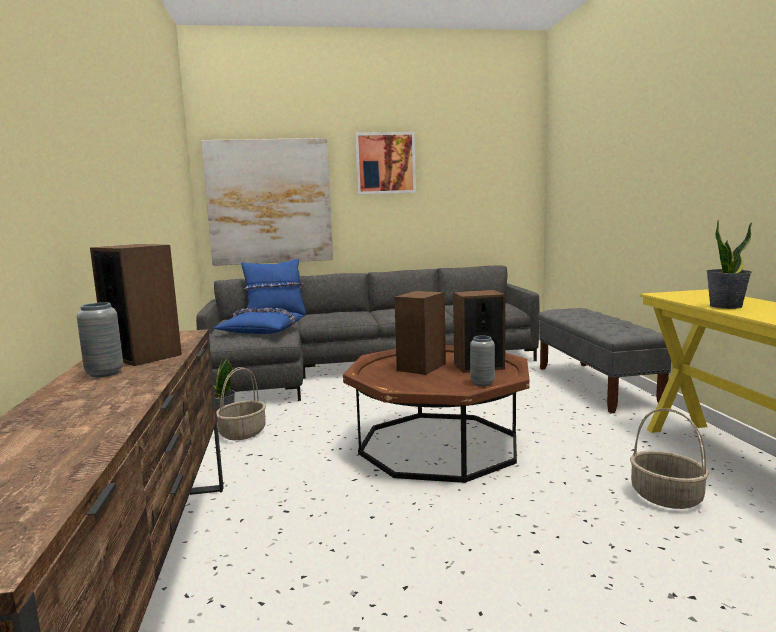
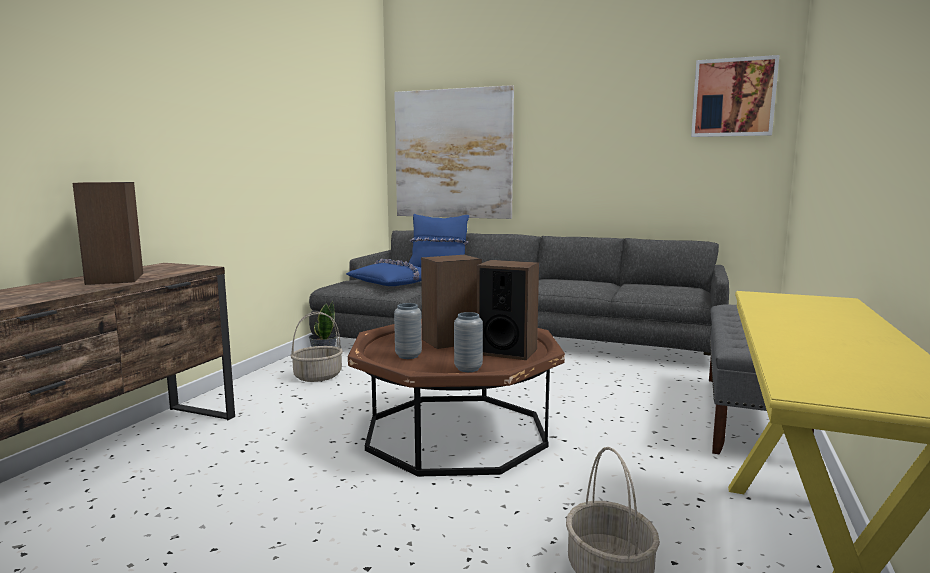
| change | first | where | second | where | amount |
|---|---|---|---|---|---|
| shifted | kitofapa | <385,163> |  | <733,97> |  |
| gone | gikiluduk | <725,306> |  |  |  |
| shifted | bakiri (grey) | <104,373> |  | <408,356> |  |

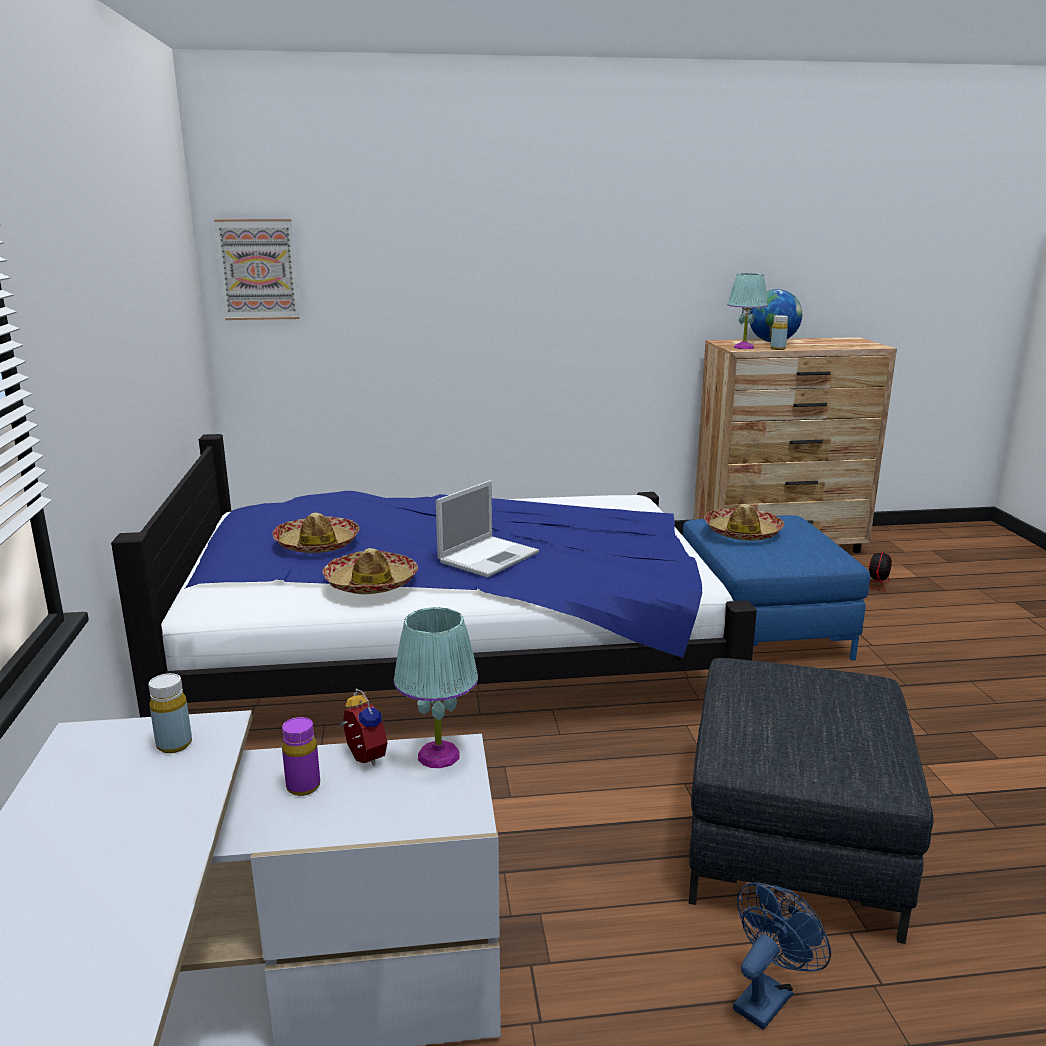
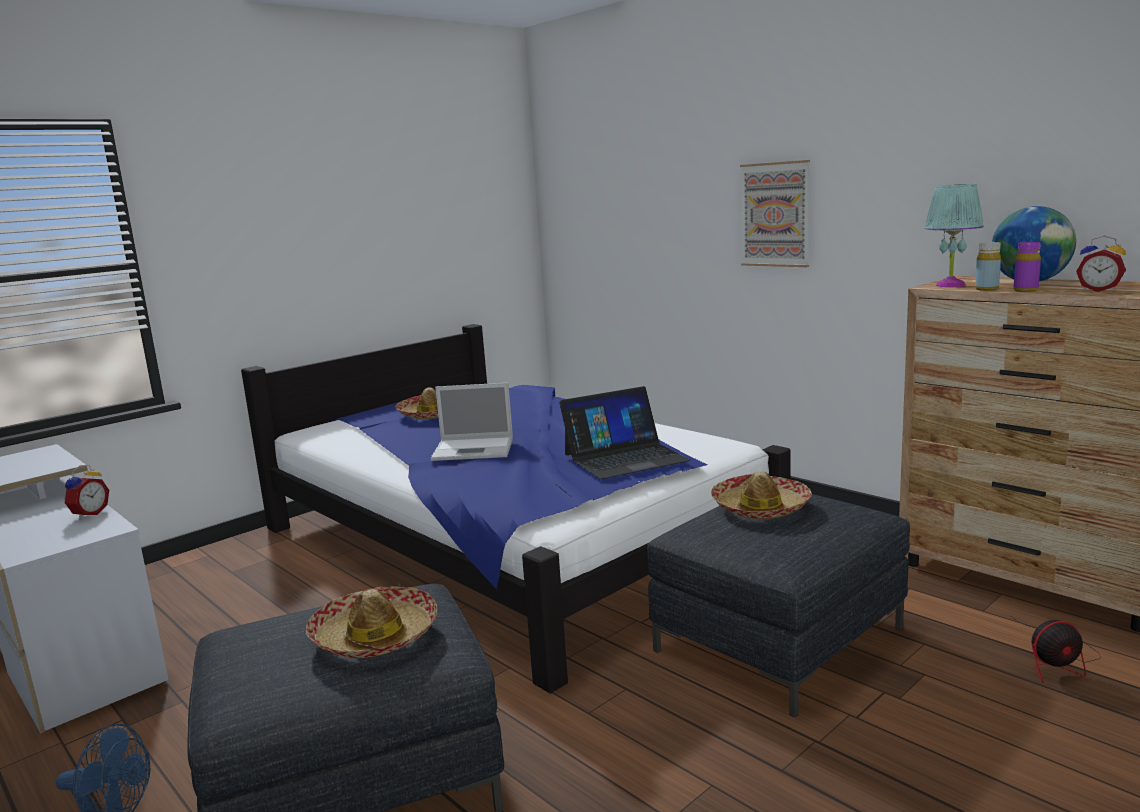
| change | first | where | second | where | amount |
|---|---|---|---|---|---|
| shifted | kitofapa | <258,270> |  | <775,214> |  |
| repainted | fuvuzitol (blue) | <761,627> | fuvuzitol (grey) | <778,638> |  |
| shifted | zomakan | <371,583> |  | <374,636> |  |
| gone | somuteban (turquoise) | <438,756> |  |  |  |
| gone | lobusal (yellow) | <174,744> |  |  |  |
| shifted | lobusal (purple) | <303,787> |  | <1025,290> |  |
| new |  |  | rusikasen | <1099,290> |  |
| new |  |  | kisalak | <625,457> |  |

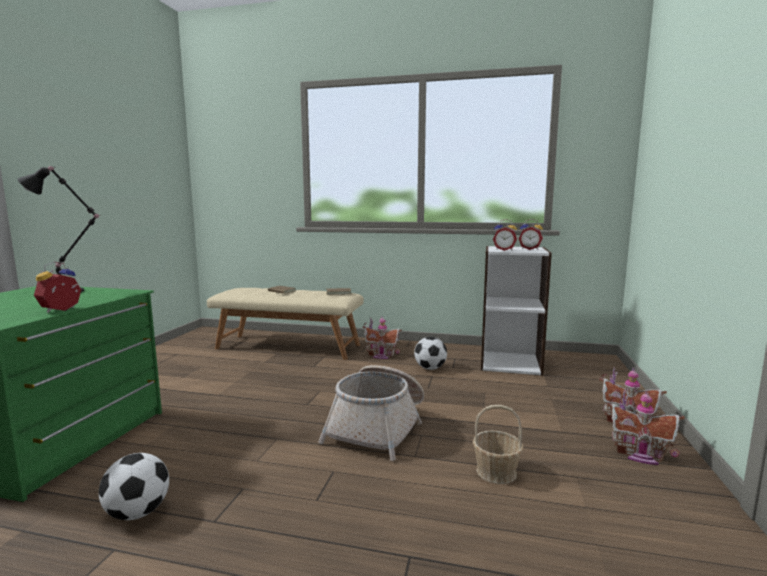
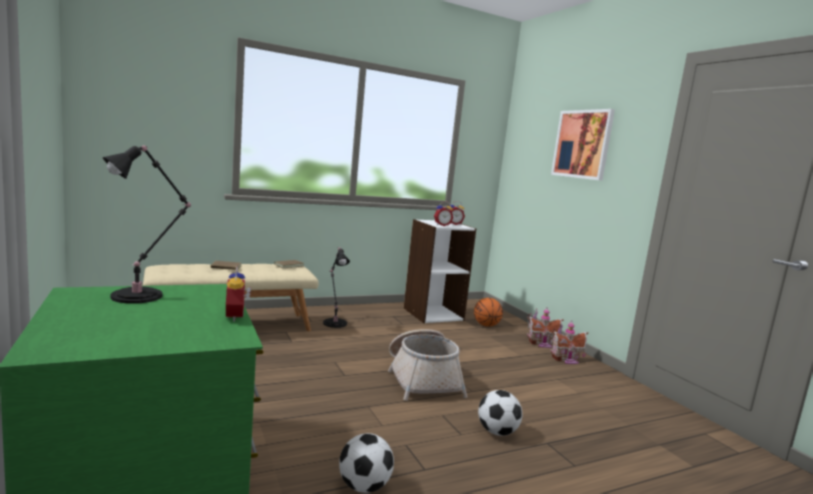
| change | first | where | second | where | amount |
|---|---|---|---|---|---|
| swapped | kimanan | <381,355> | somuteban (black) | <334,322> |  |
| shifted | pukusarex | <430,368> |  | <497,432> |  |
| gone | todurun | <496,472> |  |  |  |
| new |  |  | kitofapa | <582,144> |  |
| new |  |  | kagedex | <486,325> |  |

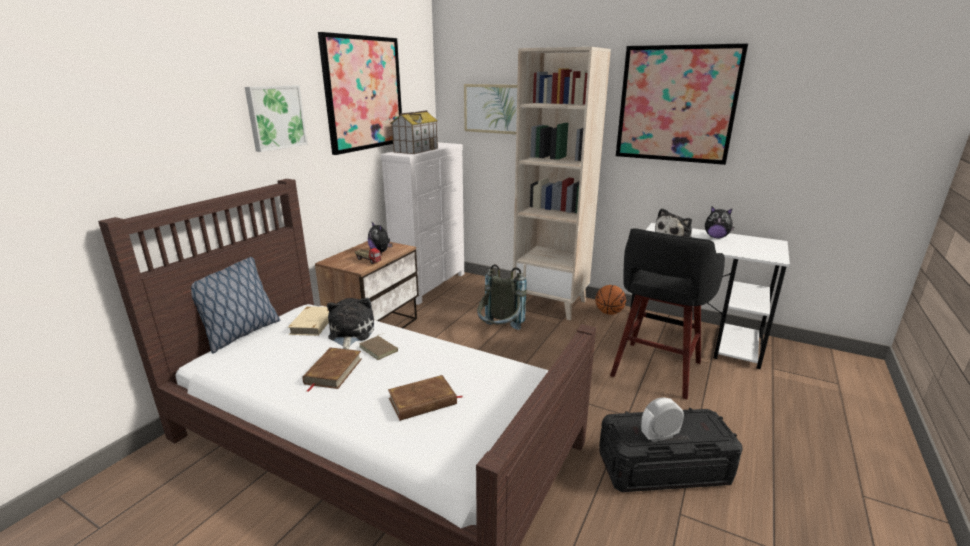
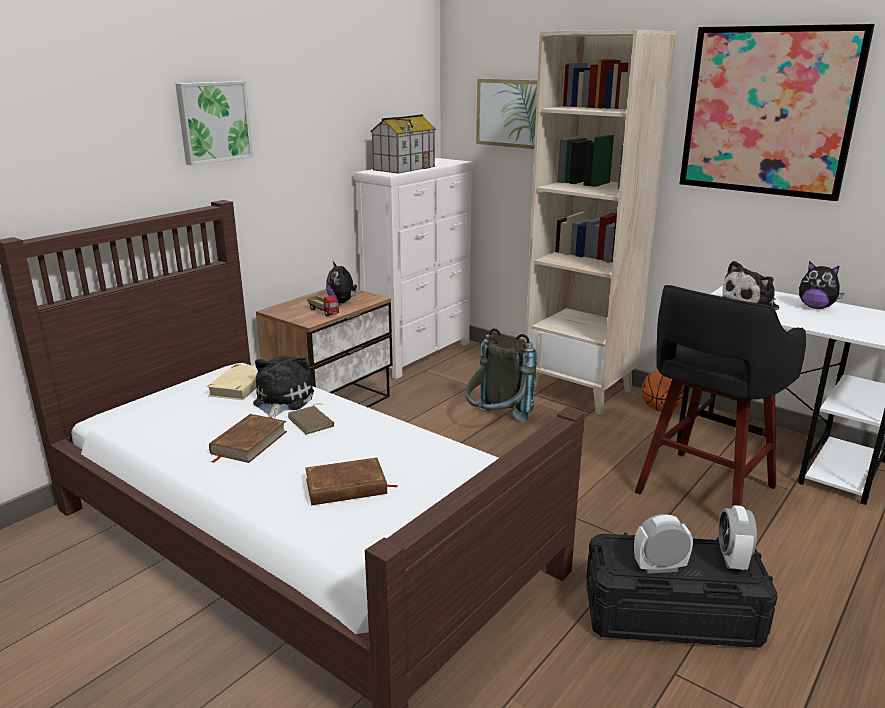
| change | first | where | second | where | amount |
|---|---|---|---|---|---|
| gone | kitofapa | <364,93> |  |  |  |
| gone | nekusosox | <240,334> |  |  |  |
| new |  |  | rusikasen | <732,559> |  |

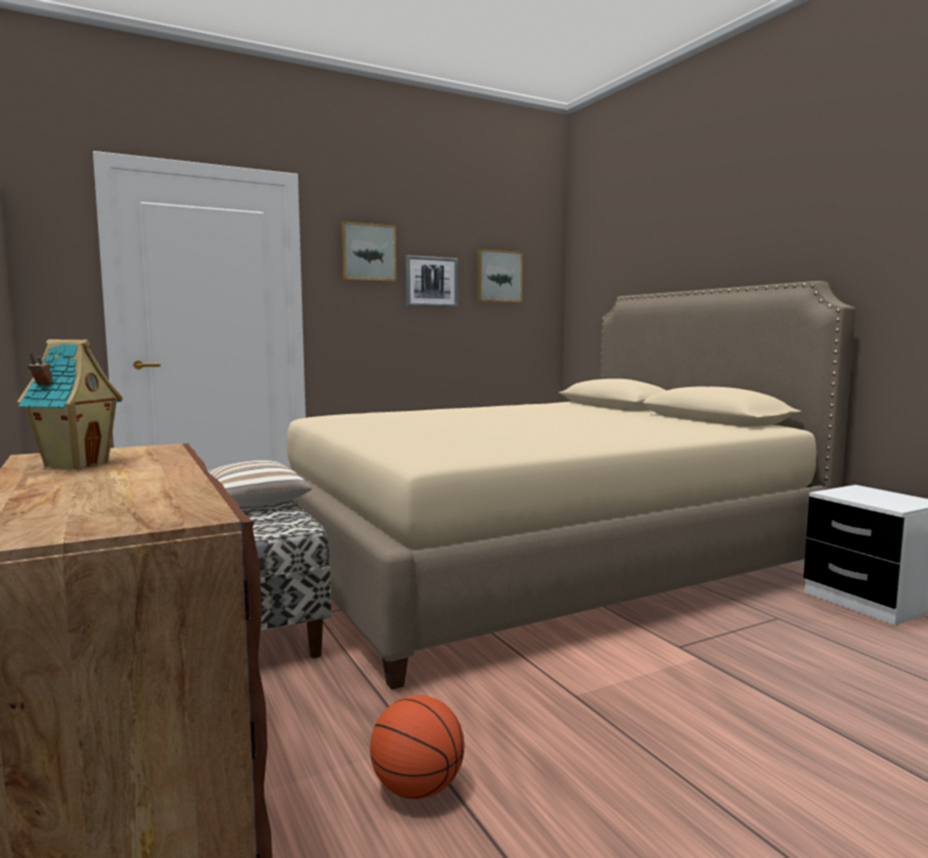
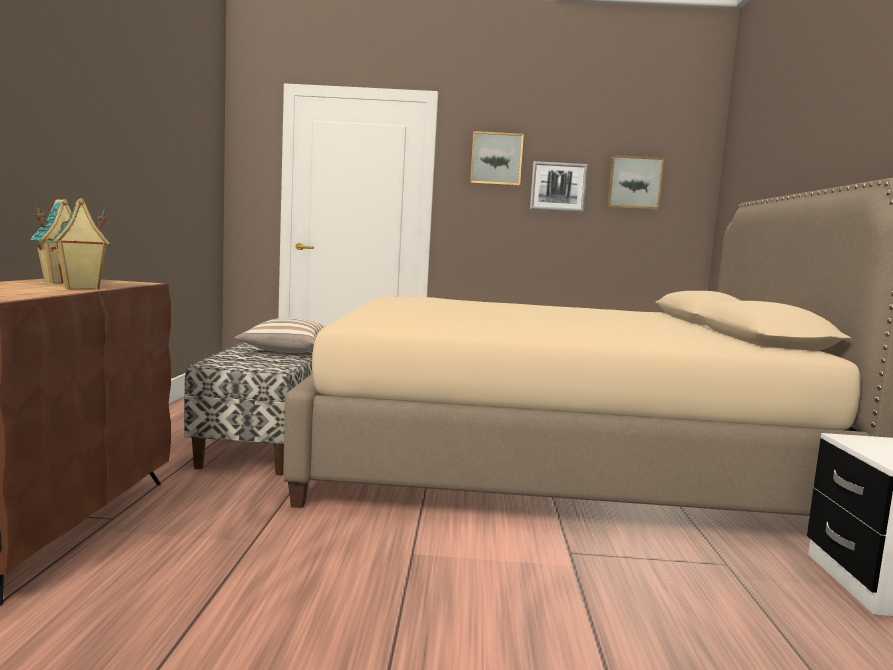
| change | first | where | second | where | amount |
|---|---|---|---|---|---|
| gone | kagedex | <417,789> |  |  |  |
| new |  |  | kimanan | <81,287> |  |

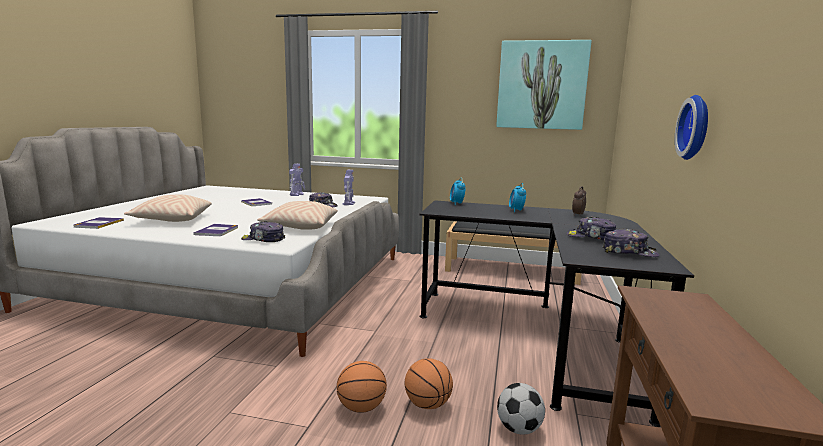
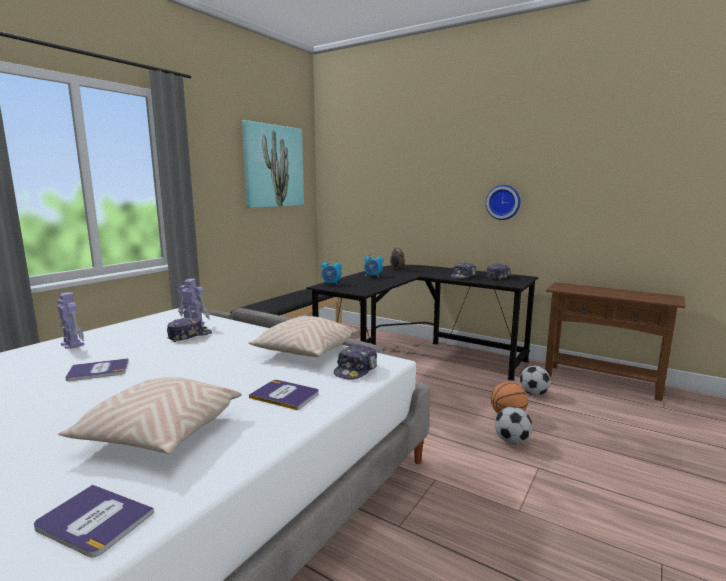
| change | first | where | second | where | amount |
|---|---|---|---|---|---|
| swapped | kagedex | <361,408> | pukusarex | <511,441> |  |

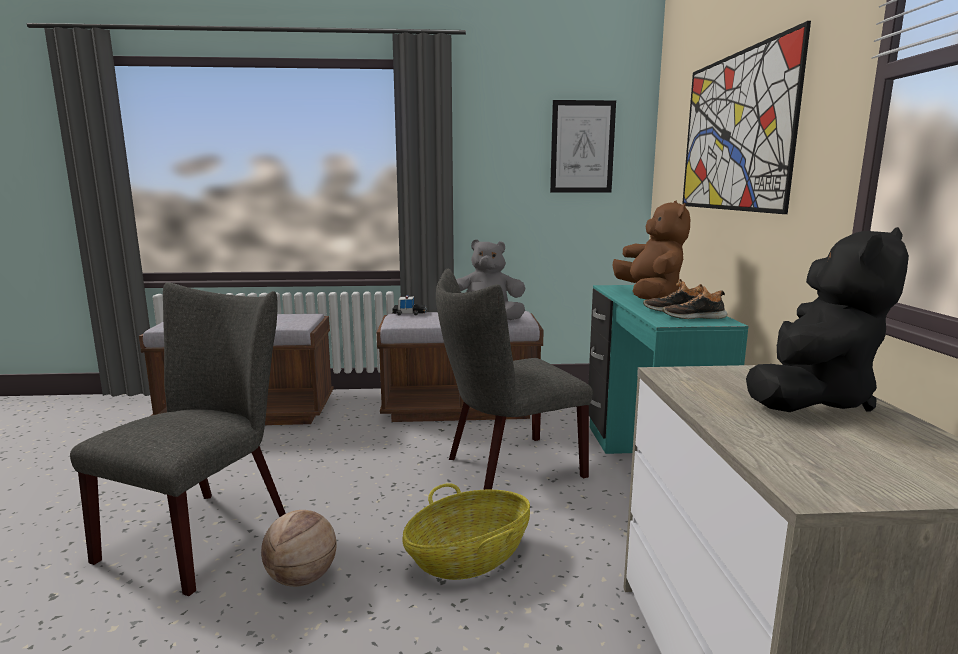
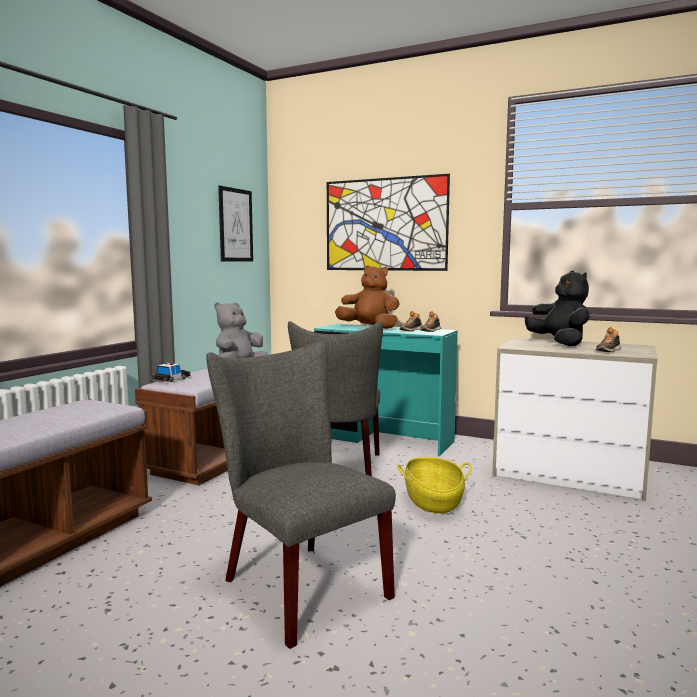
| change | first | where | second | where | amount |
|---|---|---|---|---|---|
| gone | kagedex | <302,578> |  |  |  |
| new |  |  | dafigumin | <608,350> |  |

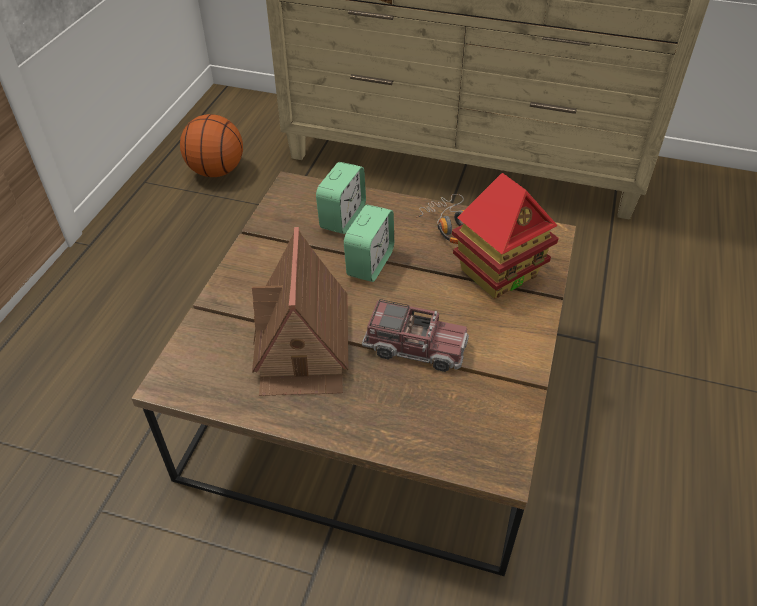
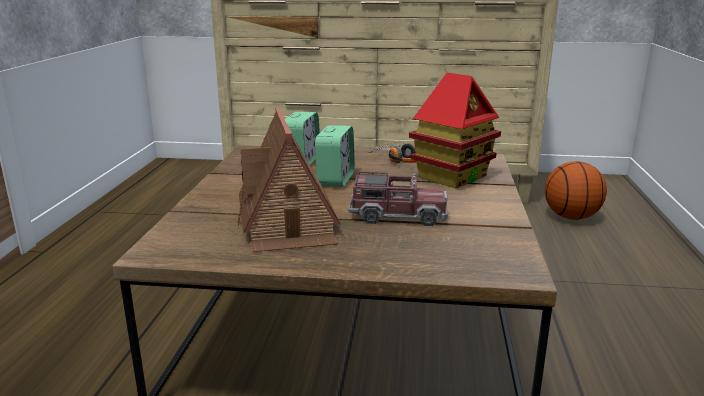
| change | first | where | second | where | amount |
|---|---|---|---|---|---|
| shifted | kagedex | <216,171> |  | <571,217> |  |

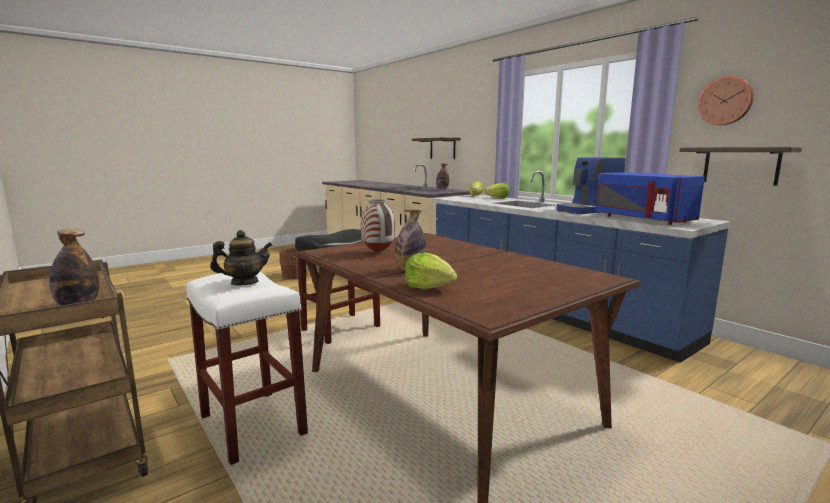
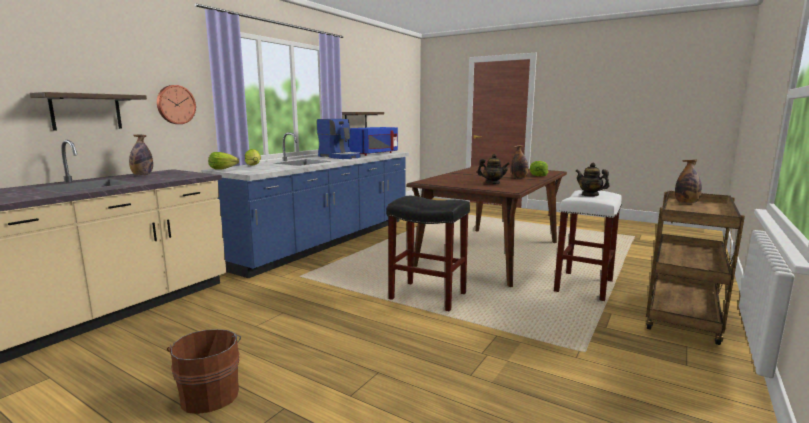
| change | first | where | second | where | amount |
|---|---|---|---|---|---|
| shifted | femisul | <725,101> |  | <175,104> |  |
| swapped | bakiri | <378,252> | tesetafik | <492,183> |  |

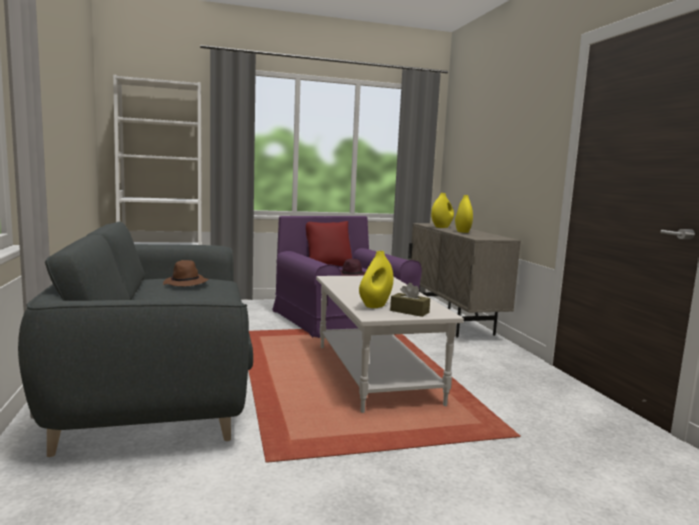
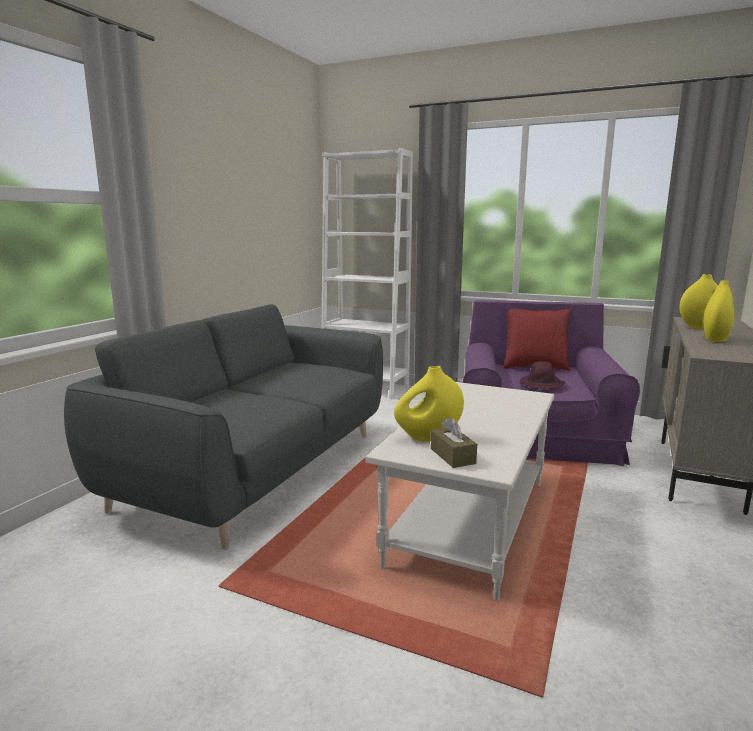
| change | first | where | second | where | amount |
|---|---|---|---|---|---|
| gone | zomakan (brown) | <186,284> |  |  |  |

